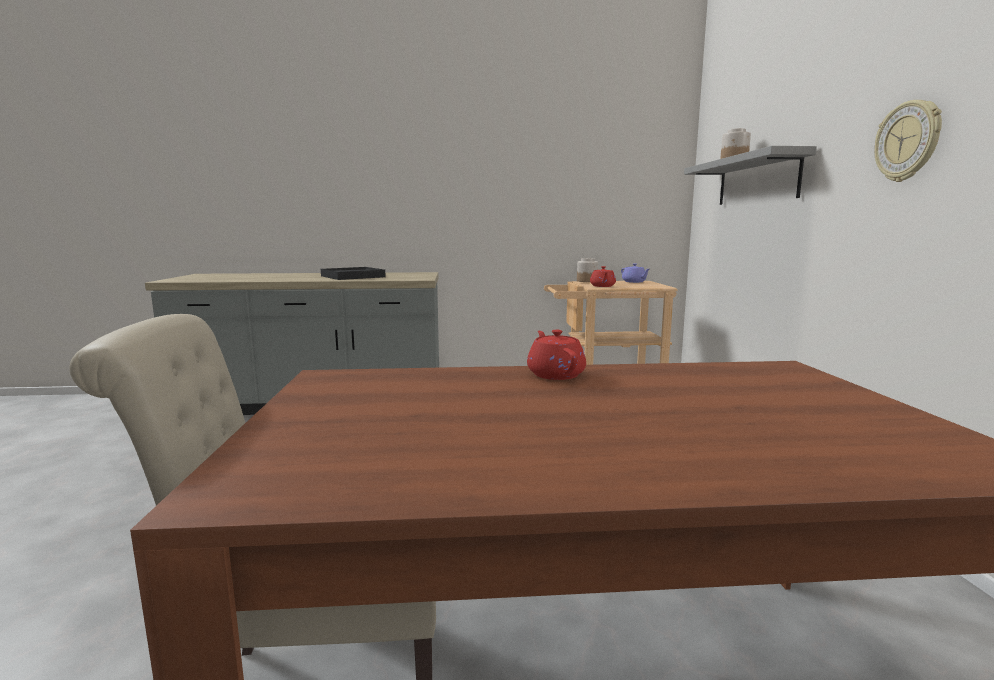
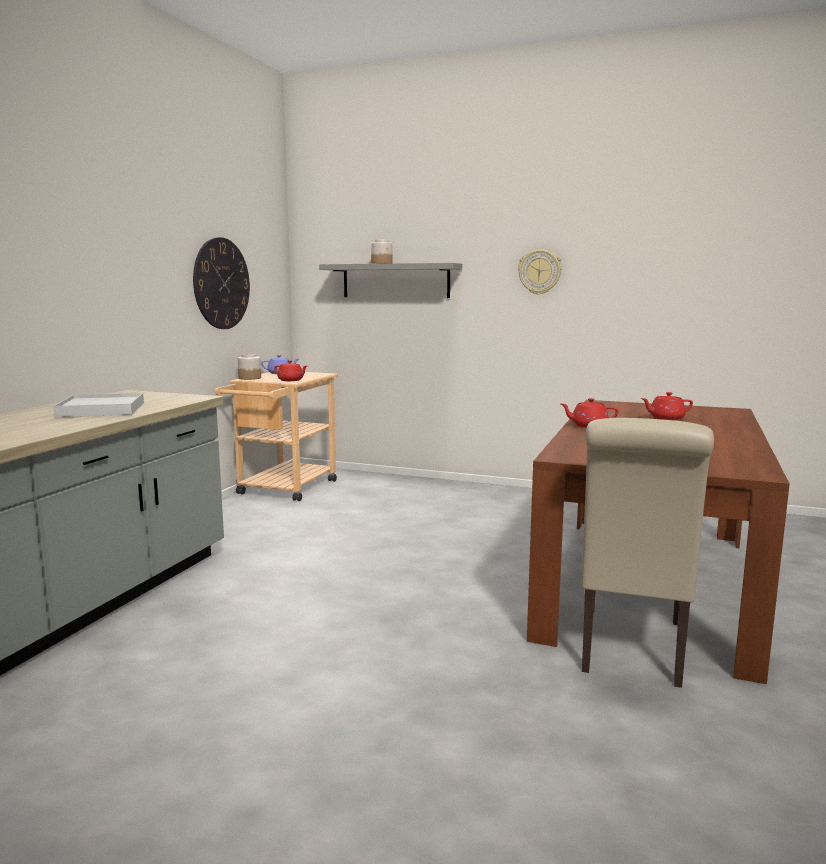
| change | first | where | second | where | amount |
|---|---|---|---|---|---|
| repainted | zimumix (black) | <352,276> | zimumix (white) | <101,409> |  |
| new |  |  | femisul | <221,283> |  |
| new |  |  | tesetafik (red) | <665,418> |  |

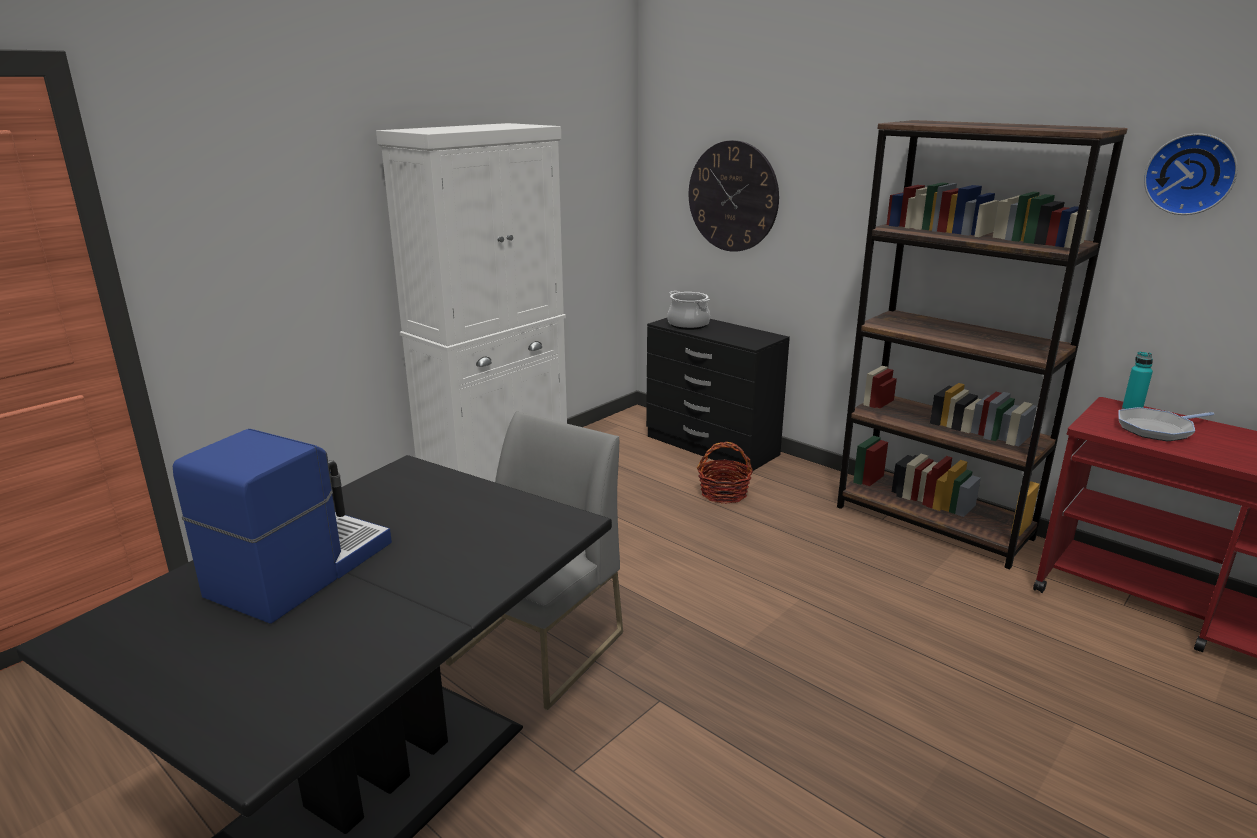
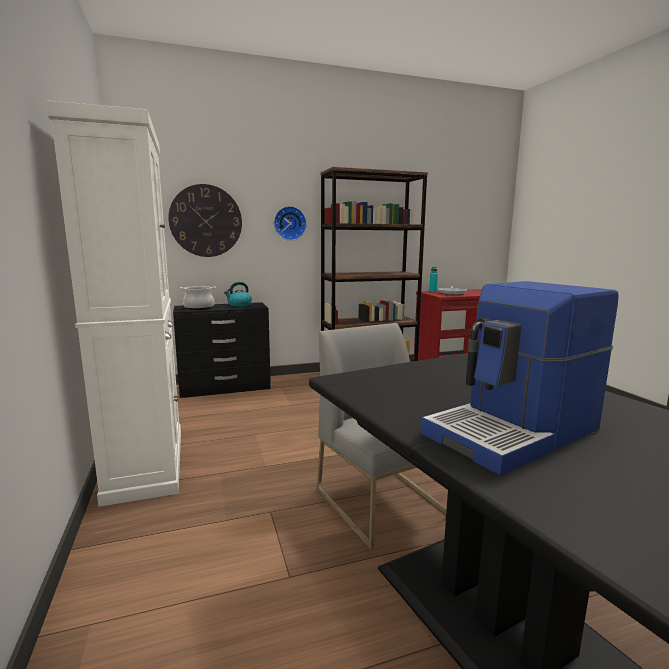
| change | first | where | second | where | amount |
|---|---|---|---|---|---|
| shifted | femisul | <1190,174> |  | <289,223> |  |
| rotated | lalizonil | <298,569> |  | <514,432> | 90 degrees counterclockwise |
| gone | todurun | <724,493> |  |  |  |
| new |  |  | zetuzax | <239,305> |  |

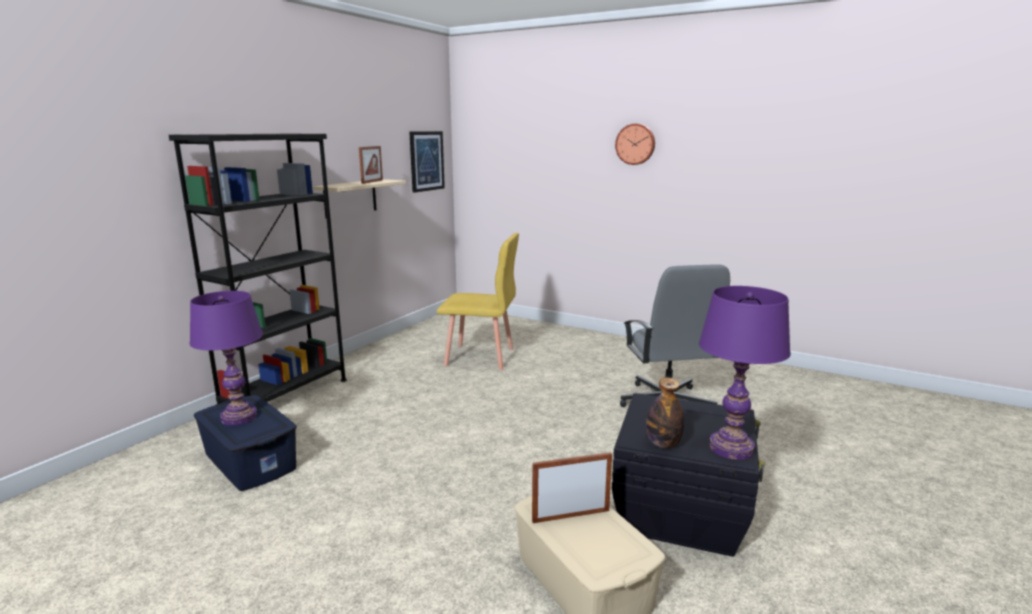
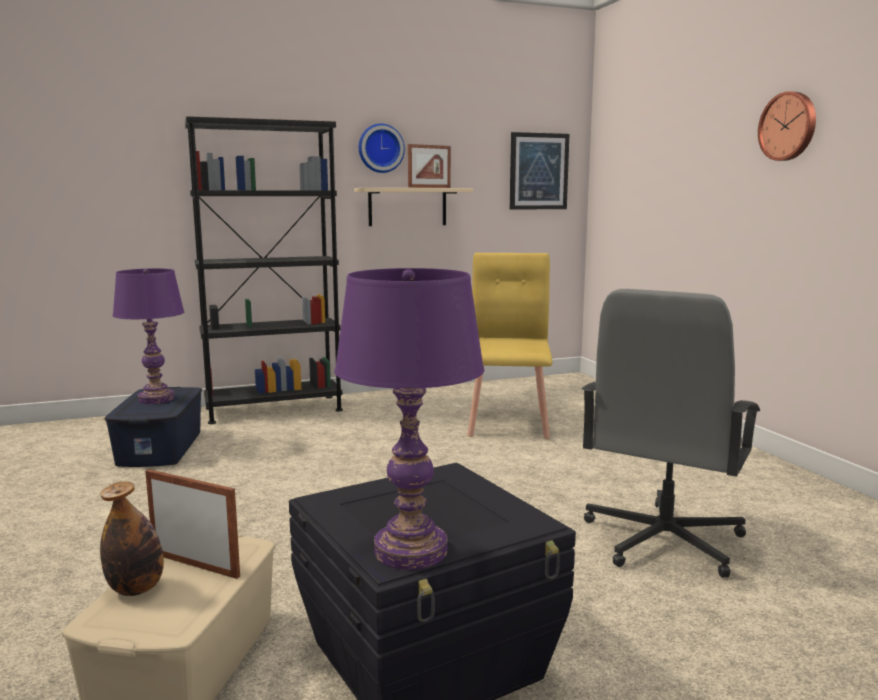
| change | first | where | second | where | amount |
|---|---|---|---|---|---|
| rotated | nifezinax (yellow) | <480,357> |  | <509,424> | 135 degrees counterclockwise |
| shifted | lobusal | <663,444> |  | <136,589> |  |
| new |  |  | femisul | <380,148> |  |

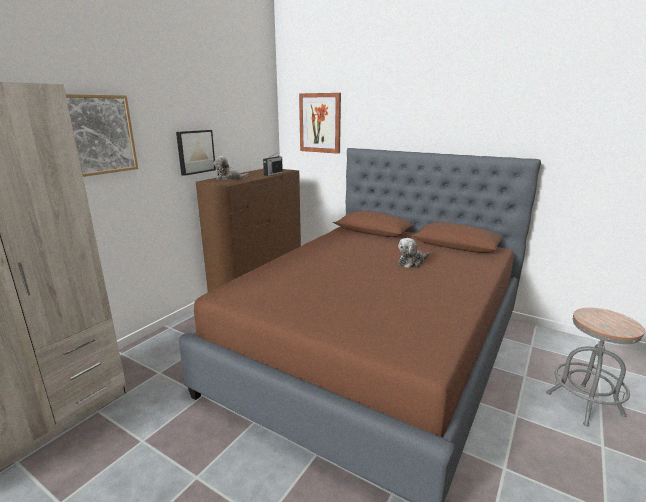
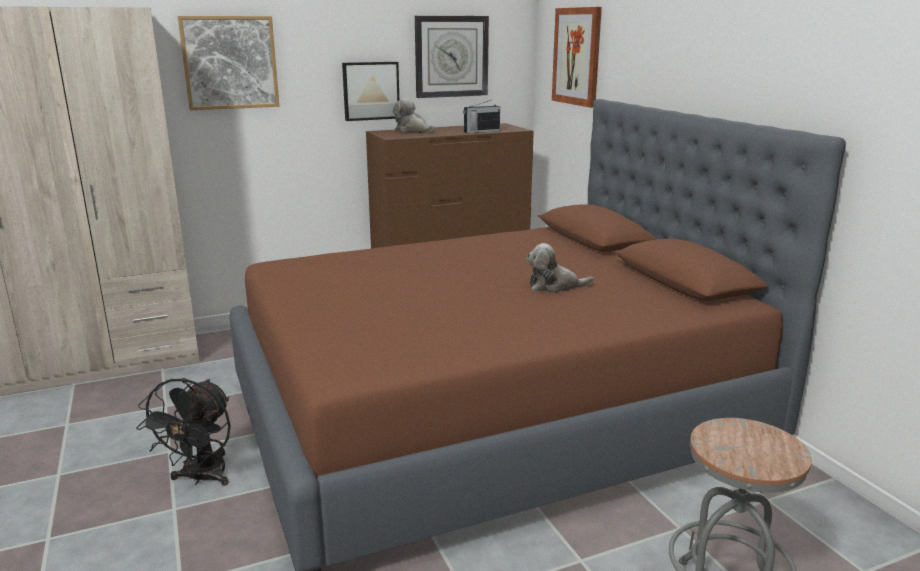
| change | first | where | second | where | amount |
|---|---|---|---|---|---|
| new |  |  | femisul | <451,56> |  |
| new |  |  | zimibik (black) | <201,478> |  |

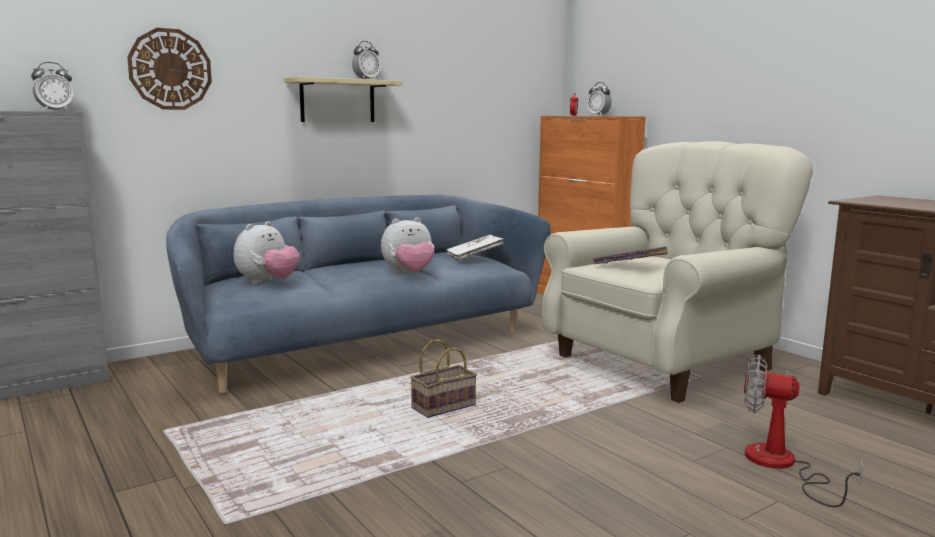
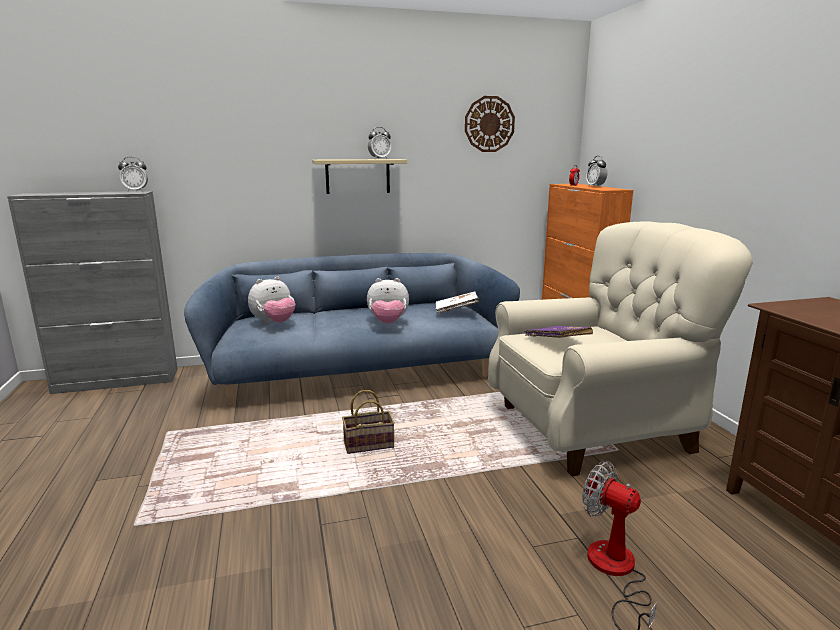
| change | first | where | second | where | amount |
|---|---|---|---|---|---|
| shifted | femisul | <170,69> |  | <489,124> |  |

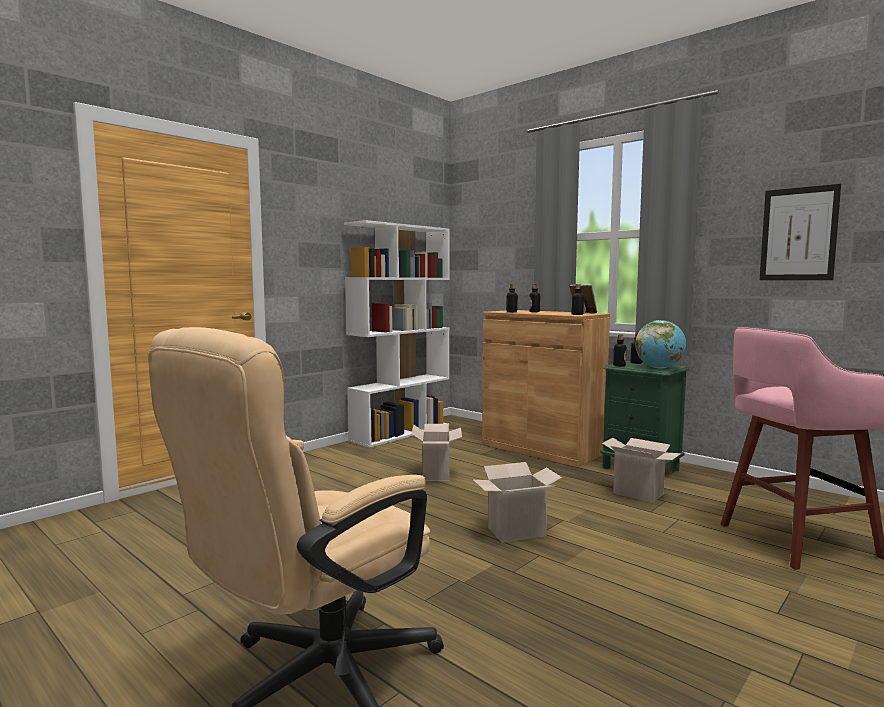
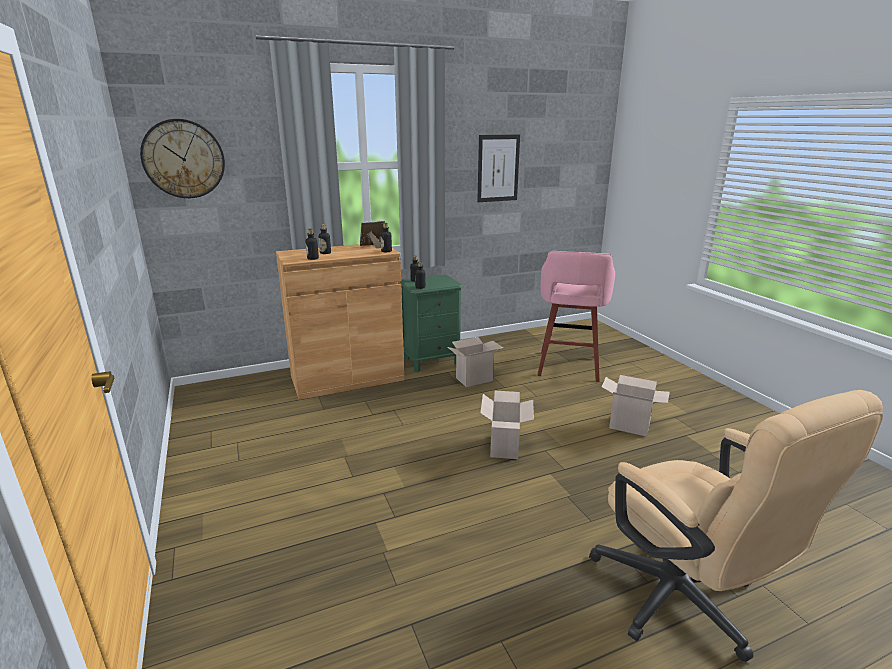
| change | first | where | second | where | amount |
|---|---|---|---|---|---|
| gone | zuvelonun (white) | <401,433> |  |  |  |
| gone | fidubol | <659,368> |  |  |  |
| shifted | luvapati | <437,475> |  | <630,425> |  |
| new |  |  | femisul | <183,159> |  |

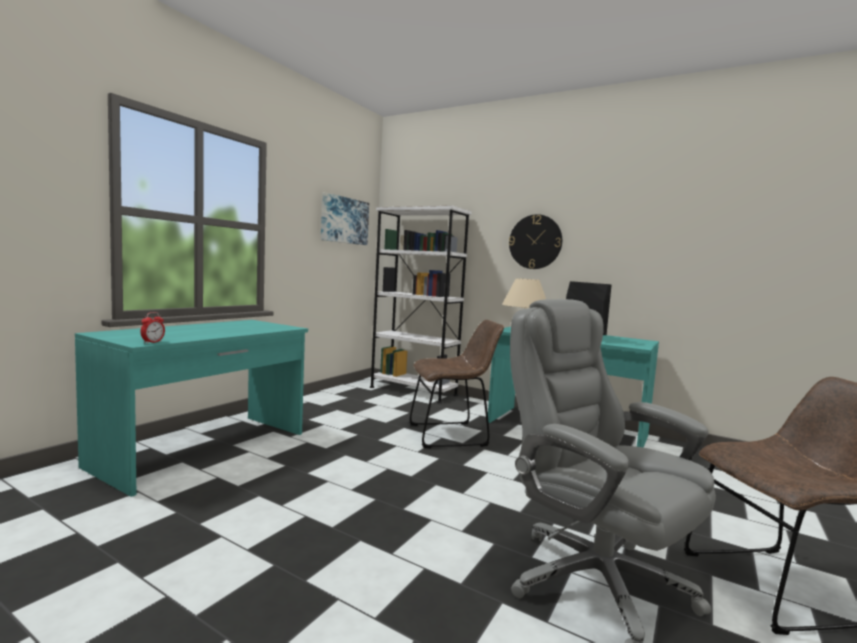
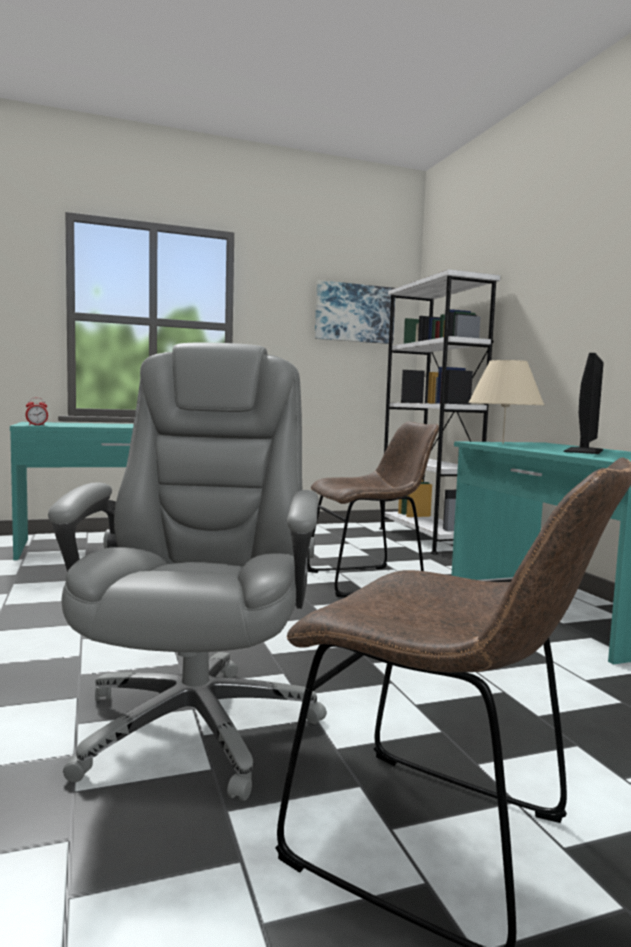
| change | first | where | second | where | amount |
|---|---|---|---|---|---|
| gone | femisul | <535,242> |  |  |  |
| rotated | nifezinax (brown) | <452,435> |  | <369,581> | 45 degrees counterclockwise |

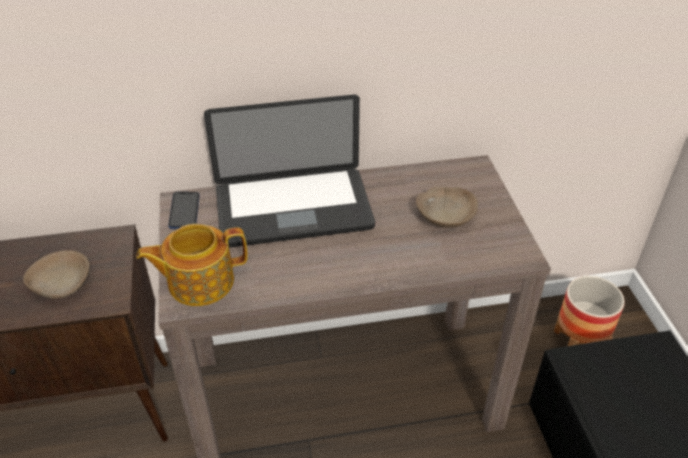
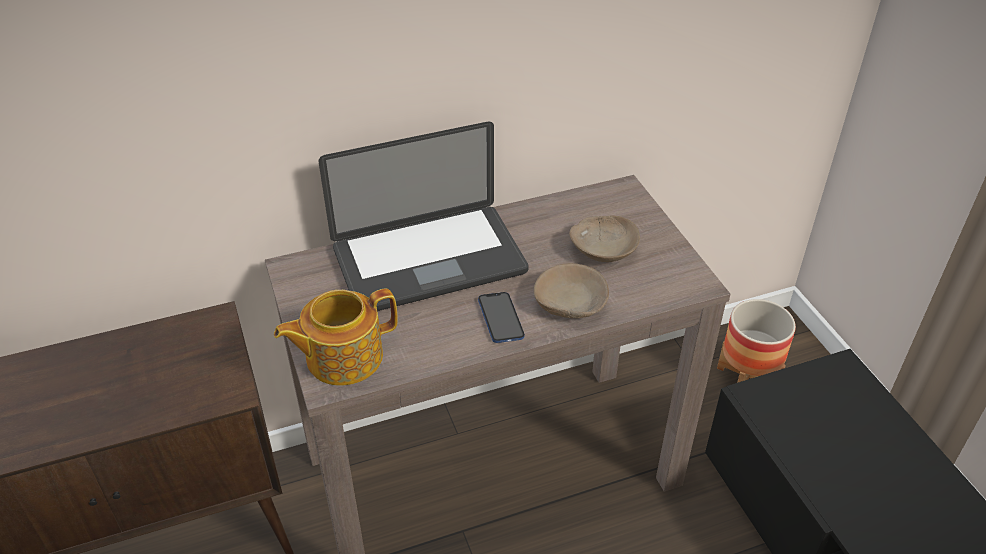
| change | first | where | second | where | amount |
|---|---|---|---|---|---|
| shifted | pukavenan | <184,211> |  | <500,318> |  |
| shifted | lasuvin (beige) | <62,284> |  | <570,303> |  |

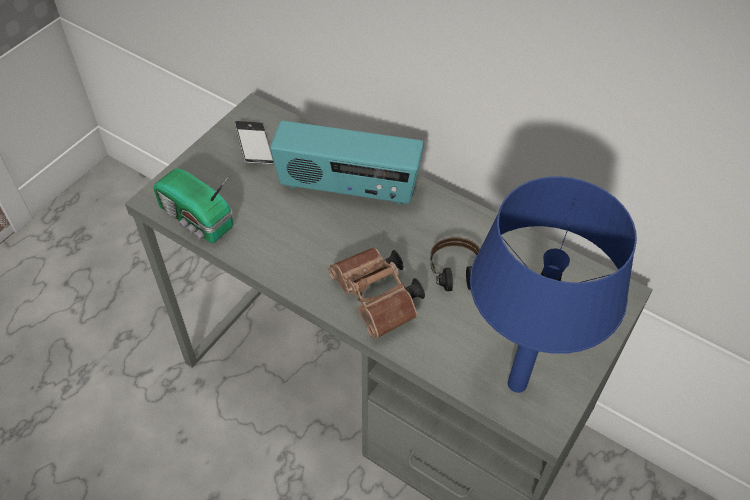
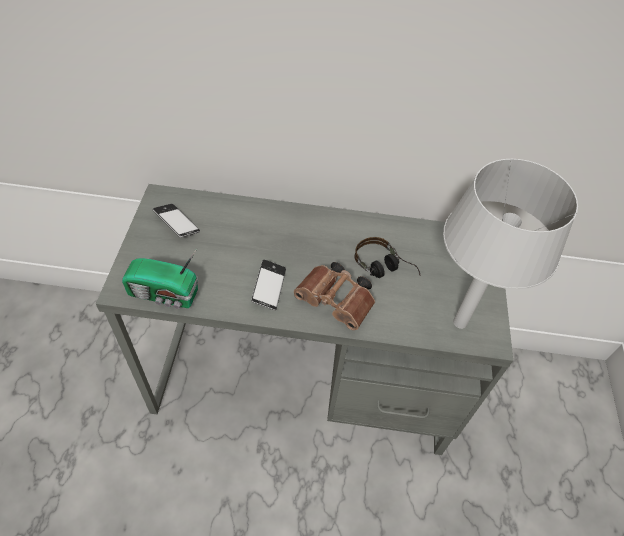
| change | first | where | second | where | amount |
|---|---|---|---|---|---|
| gone | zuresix | <348,188> |  |  |  |
| repainted | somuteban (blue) | <518,384> | somuteban (grey) | <461,322> |  |
| new |  |  | pukavenan | <269,287> |  |

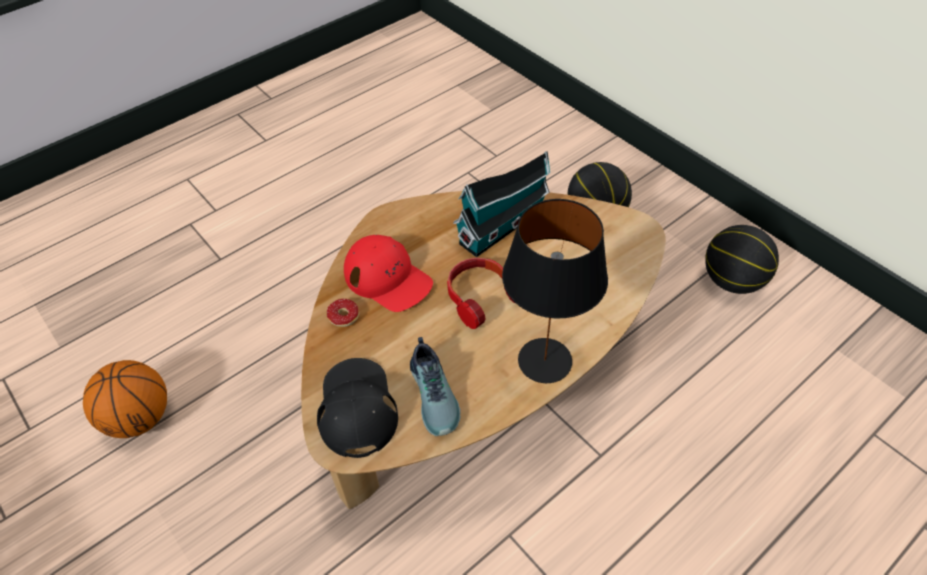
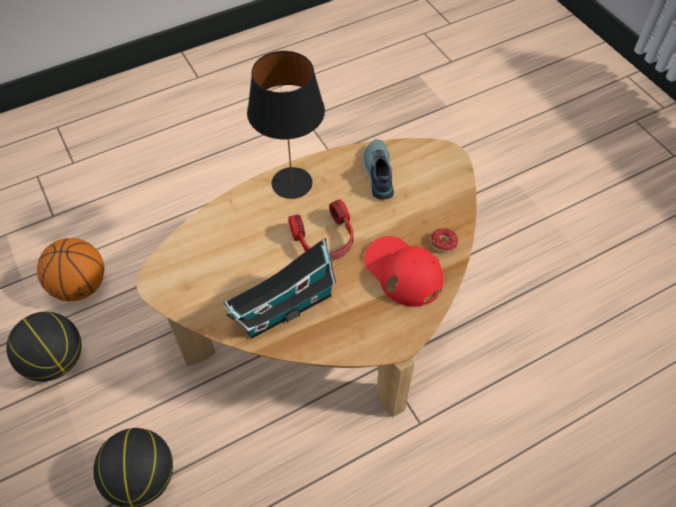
| change | first | where | second | where | amount |
|---|---|---|---|---|---|
| gone | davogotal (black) | <357,408> |  |  |  |
| shifted | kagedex | <139,418> |  | <81,286> |  |

